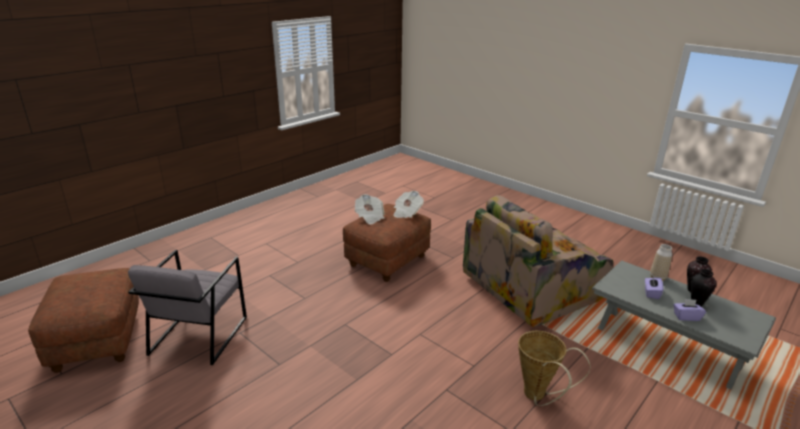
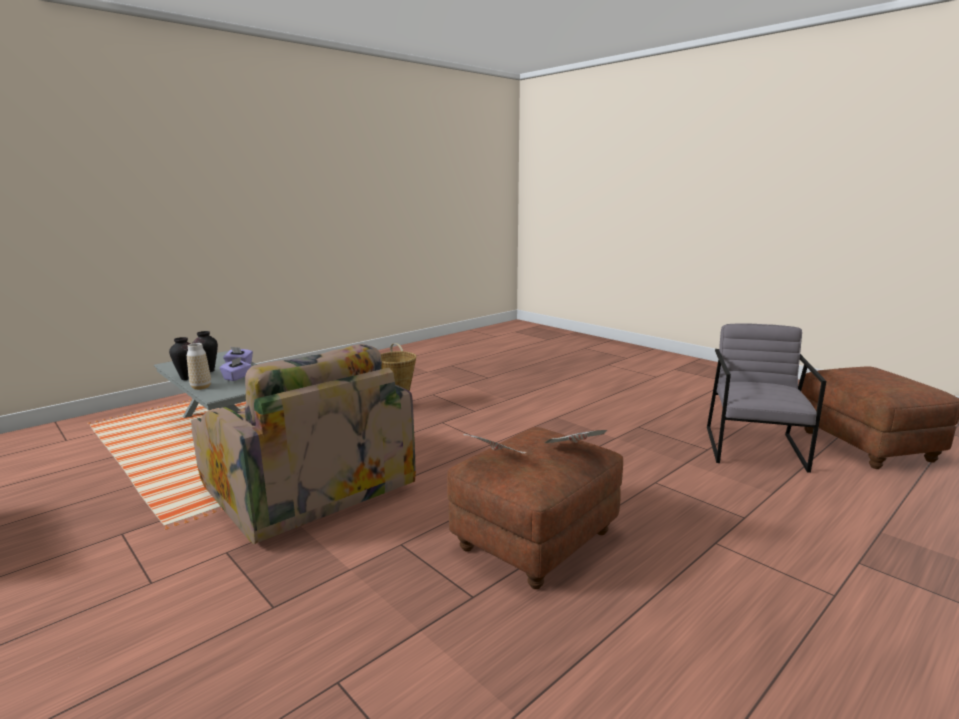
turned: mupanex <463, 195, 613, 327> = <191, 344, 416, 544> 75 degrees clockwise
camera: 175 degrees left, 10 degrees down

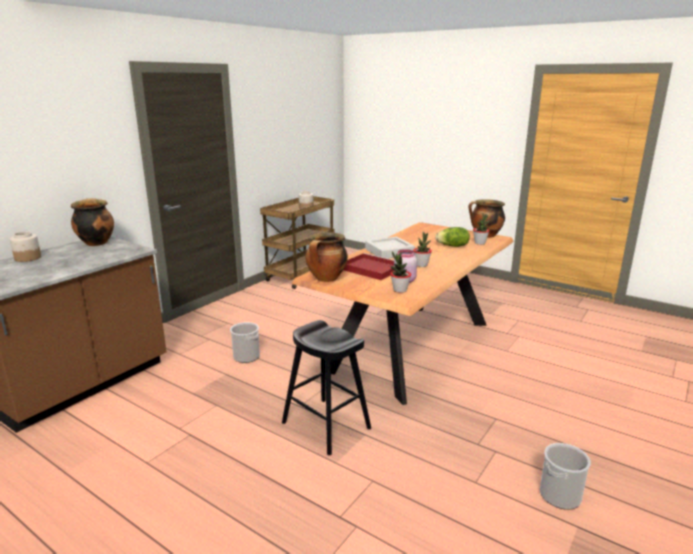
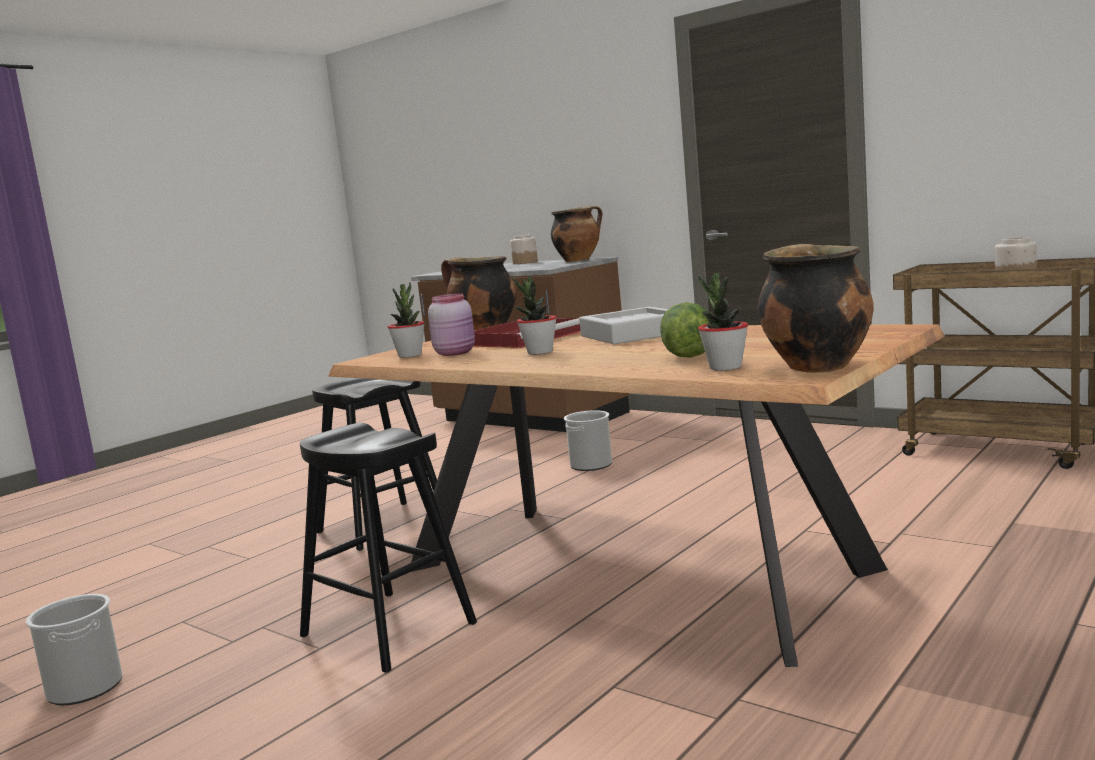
added: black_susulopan <300, 423, 477, 673>
camera: 95 degrees right, 10 degrees down

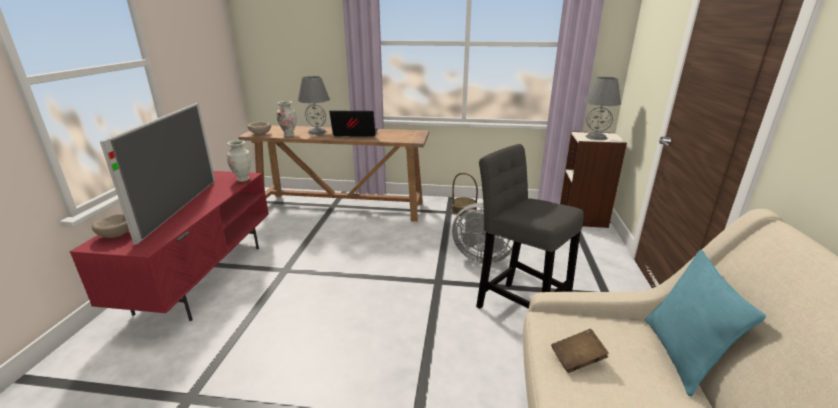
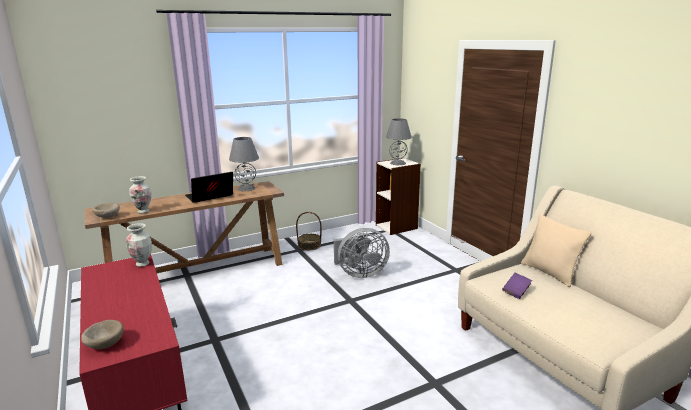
removed: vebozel <100, 103, 215, 245>; grey_susulopan <476, 144, 584, 309>
moved: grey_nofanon <298, 76, 330, 135> to <229, 137, 259, 191>
recoloured: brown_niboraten <551, 329, 609, 373> to purple_niboraten <502, 273, 532, 299>; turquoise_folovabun <645, 250, 766, 397> to beige_folovabun <521, 214, 591, 287>
camera: 35 degrees left, 5 degrees down

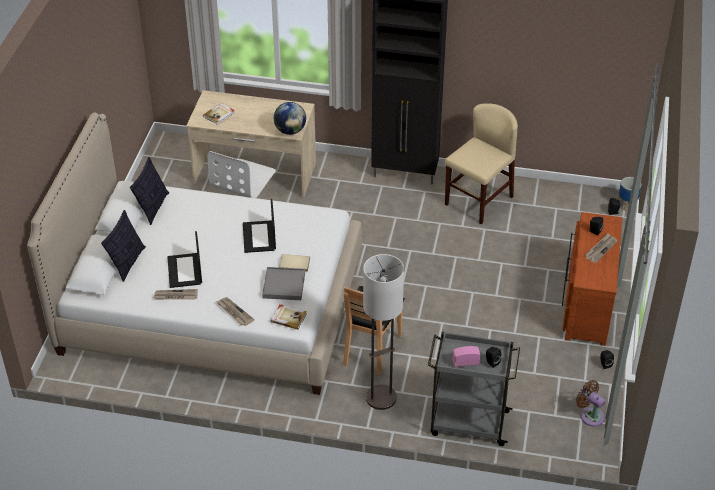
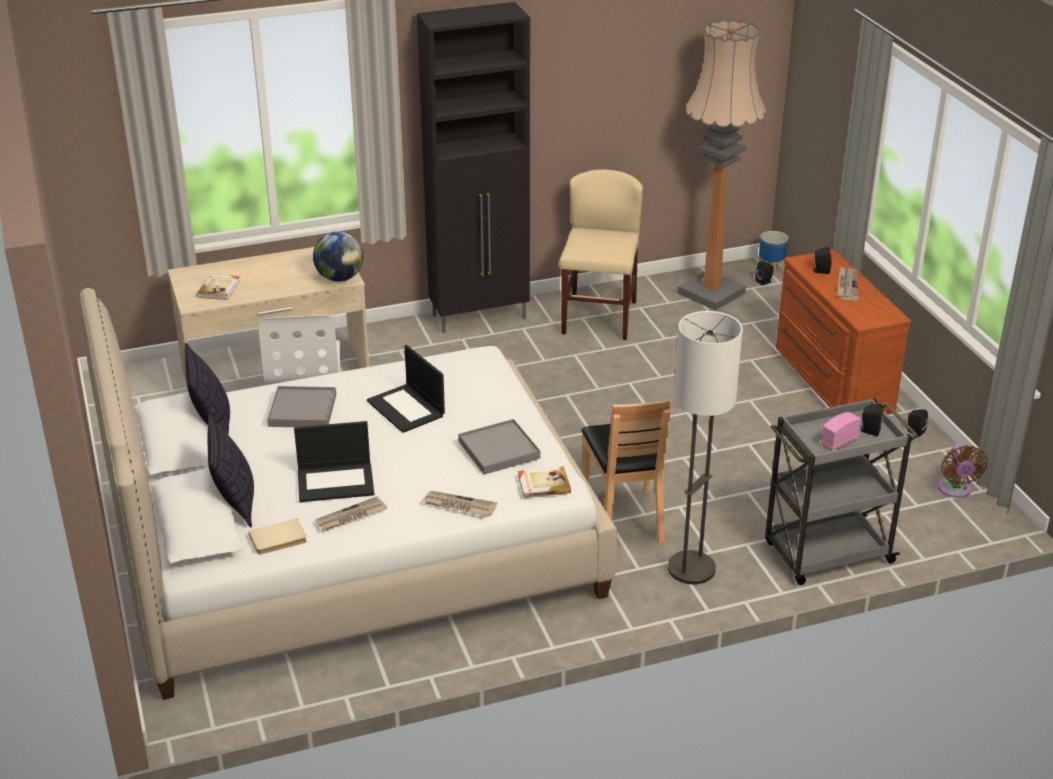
added: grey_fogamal <267, 386, 336, 427>; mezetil <678, 20, 766, 311>
moved: beige_niboraten <279, 254, 310, 272> to <249, 519, 307, 555>
turned: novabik <167, 231, 202, 288> = <294, 421, 374, 502> 60 degrees counterclockwise; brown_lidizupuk <576, 380, 605, 426> = <938, 444, 988, 498> 105 degrees counterclockwise
camera: 30 degrees left, 10 degrees down

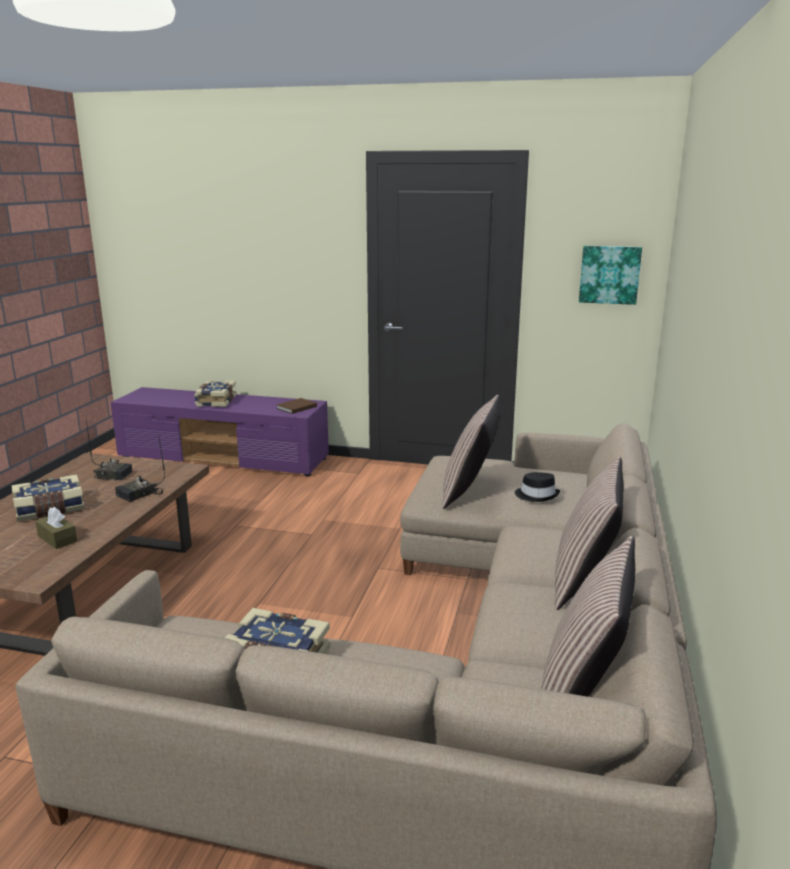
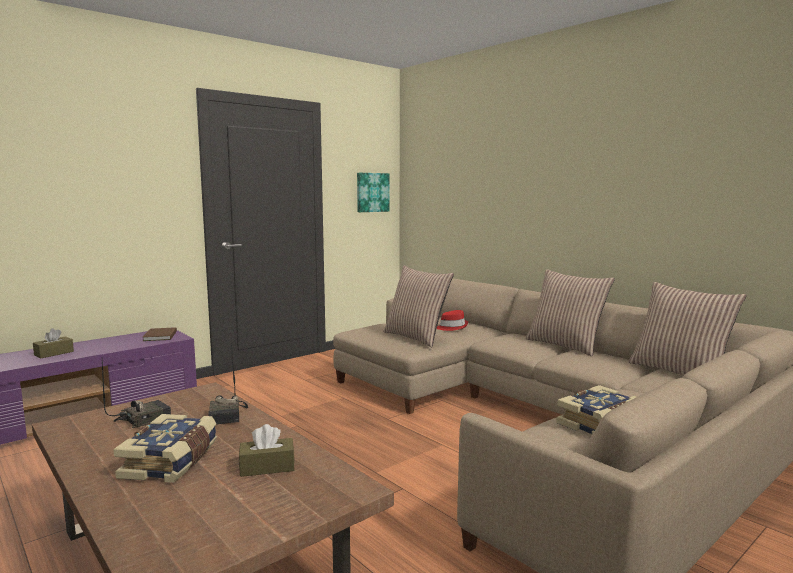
replaced: niboraten <194, 380, 237, 407> to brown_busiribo <33, 328, 74, 358>
recoloured: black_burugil <515, 472, 560, 502> to red_burugil <436, 310, 468, 331>
camera: 55 degrees left, 10 degrees down

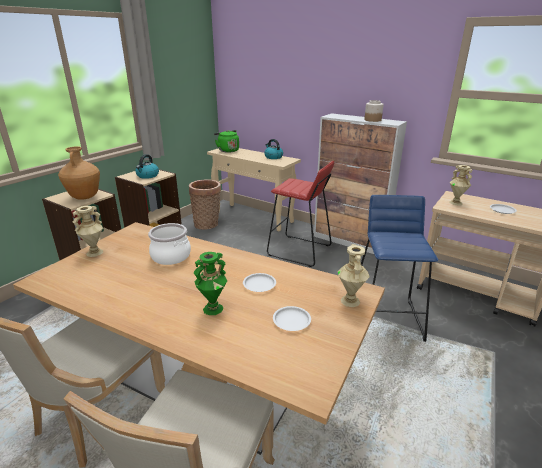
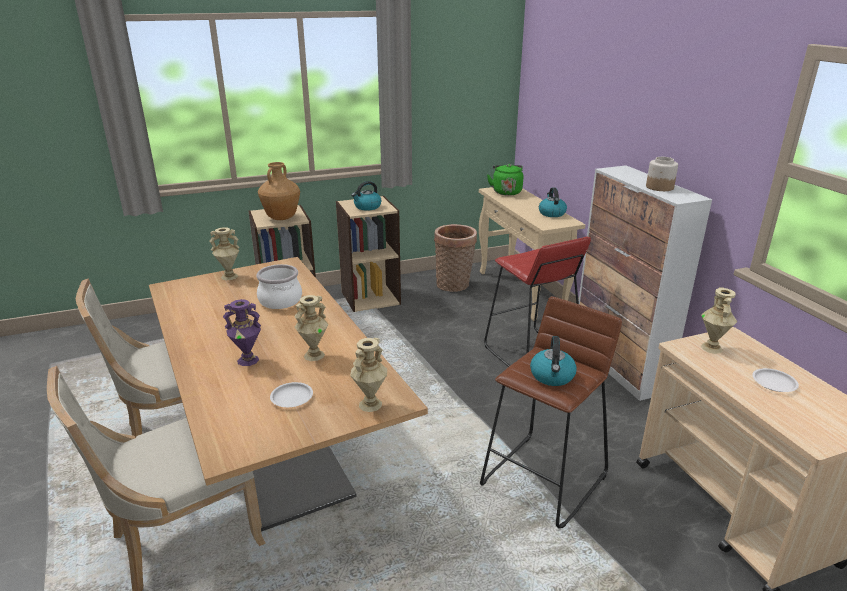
added: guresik <530, 336, 577, 386>
replaced: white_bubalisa <243, 273, 276, 292> to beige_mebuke <295, 295, 328, 361>
recoloured: green_mebuke <194, 252, 227, 315> to purple_mebuke <223, 299, 261, 366>; blue_susulopan <361, 195, 438, 342> to brown_susulopan <480, 296, 622, 528>
camera: 35 degrees right, 0 degrees up

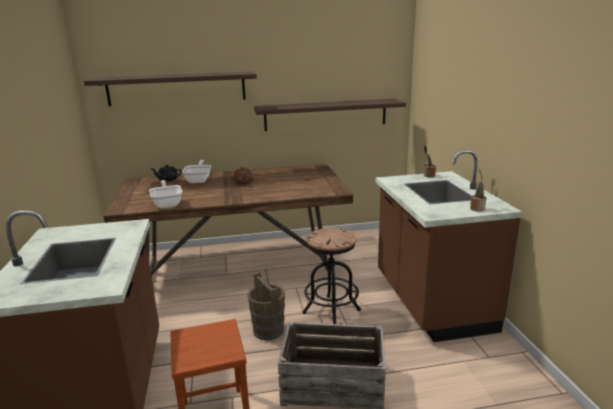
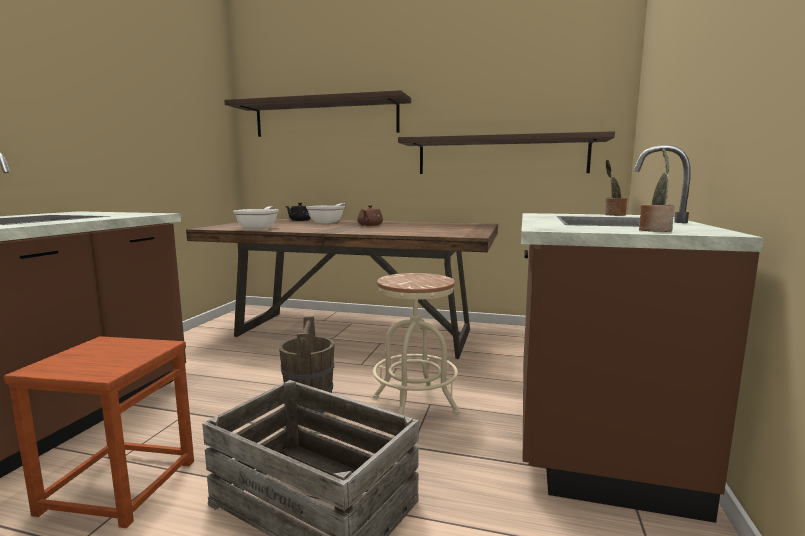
recoloured: black_susulopan <303, 228, 361, 324> to beige_susulopan <373, 273, 460, 415>
camera: 25 degrees right, 10 degrees down

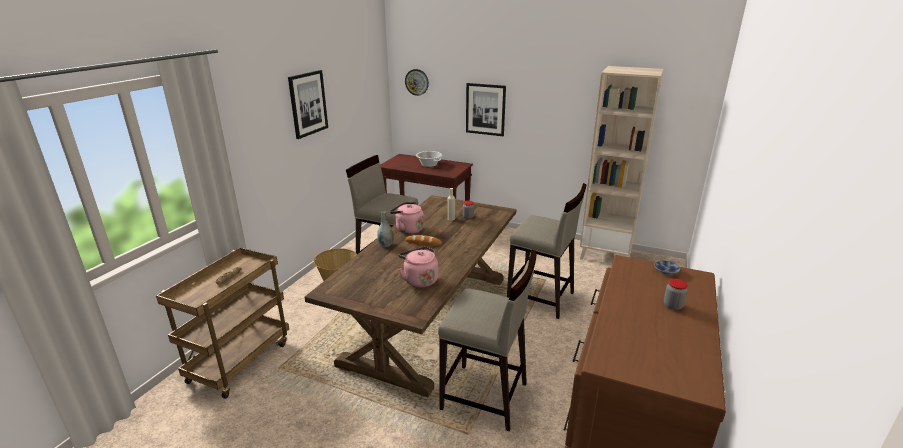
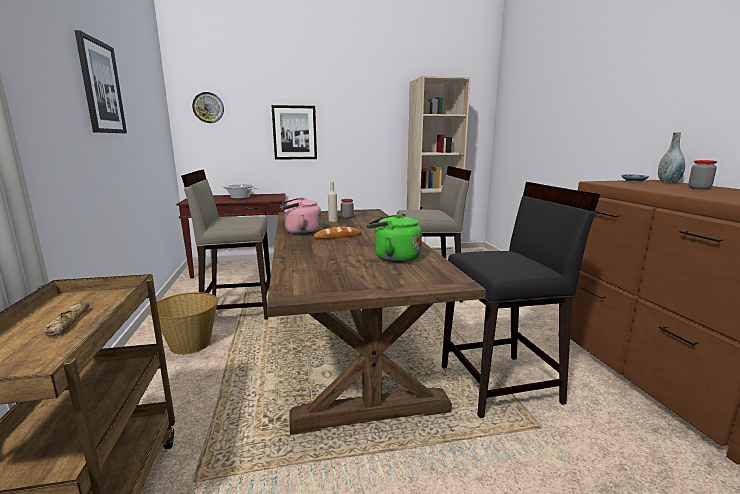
moved: grey_mebuke <377, 211, 394, 247> to <658, 132, 685, 183>
recoloured: pink_guresik <398, 246, 438, 288> to green_guresik <367, 213, 422, 263>; beige_susulopan <438, 250, 537, 431> to black_susulopan <442, 182, 600, 418>
camera: 35 degrees left, 10 degrees down

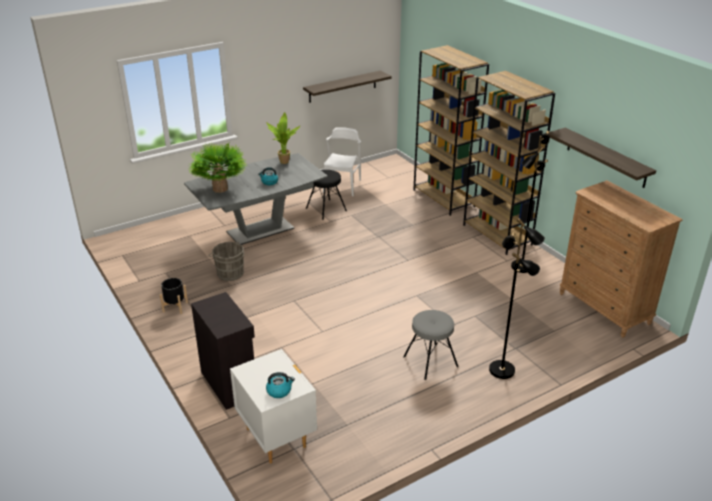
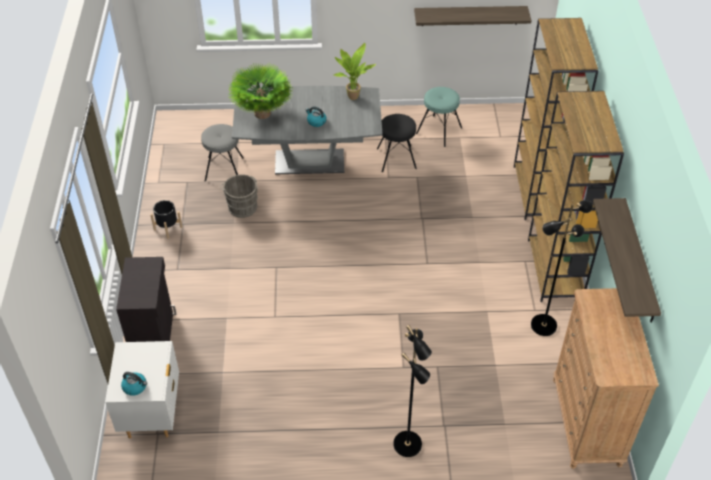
moved: grey_susulopan <403, 310, 458, 380> to <201, 124, 243, 182>
replaced: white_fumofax <323, 127, 361, 196> to turquoise_susulopan <416, 87, 462, 147>
camera: 30 degrees right, 15 degrees up

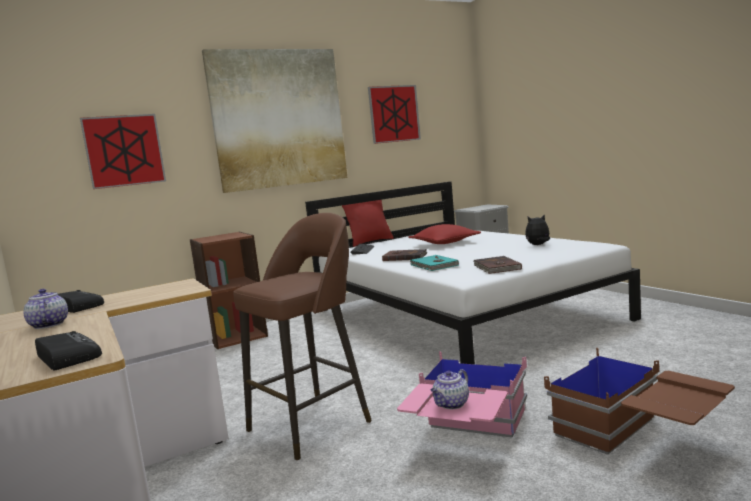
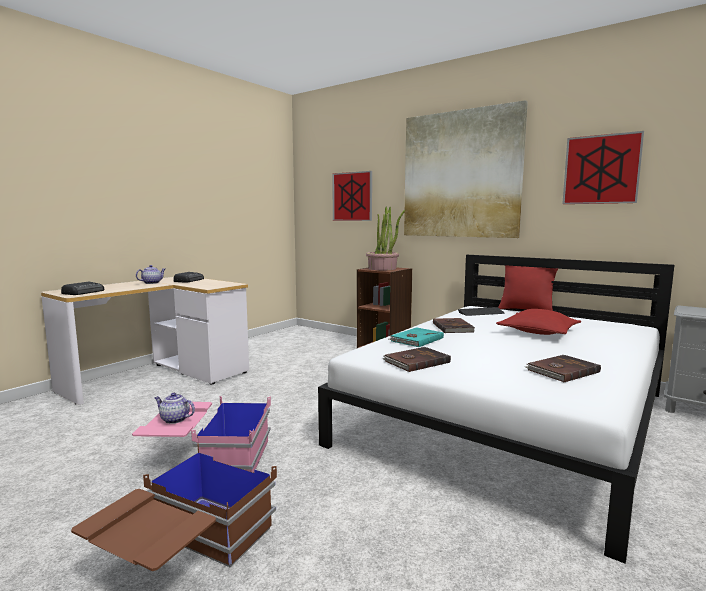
removed: brown_susulopan <233, 213, 372, 460>
added: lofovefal <366, 207, 405, 270>
replaced: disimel <525, 214, 550, 245> to brown_niboraten <525, 355, 601, 382>
camera: 65 degrees right, 0 degrees up

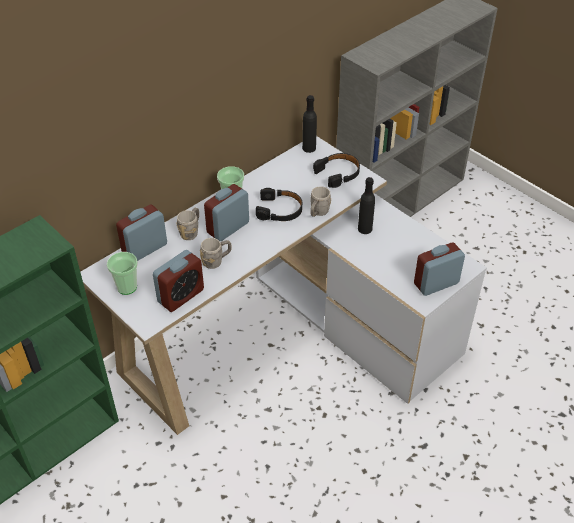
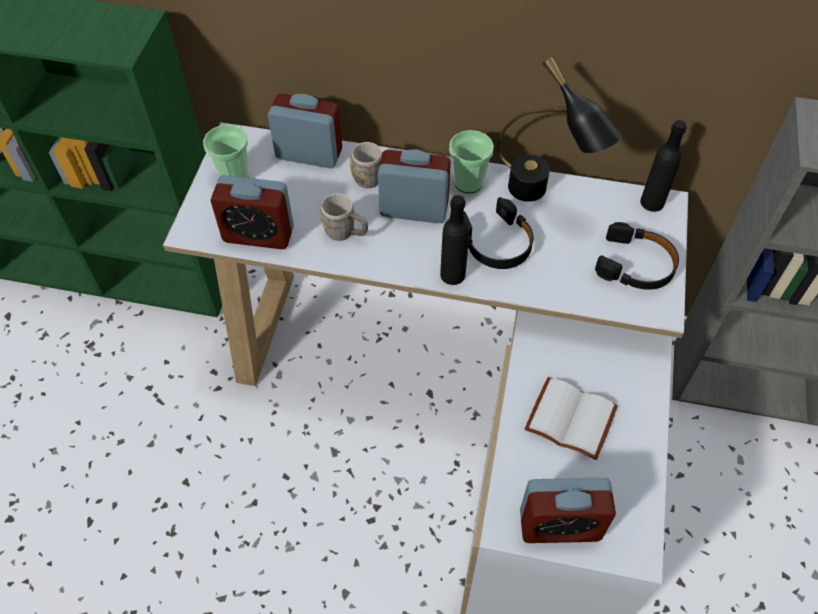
removed: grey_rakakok <311, 186, 332, 217>
added: black_nofanon <497, 56, 622, 202>; white_niboraten <524, 377, 618, 460>
moved: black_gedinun <358, 177, 375, 234> to <440, 195, 469, 285>
turned: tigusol <414, 242, 465, 296> = <520, 478, 616, 543> 150 degrees clockwise
camera: 55 degrees right, 10 degrees up

